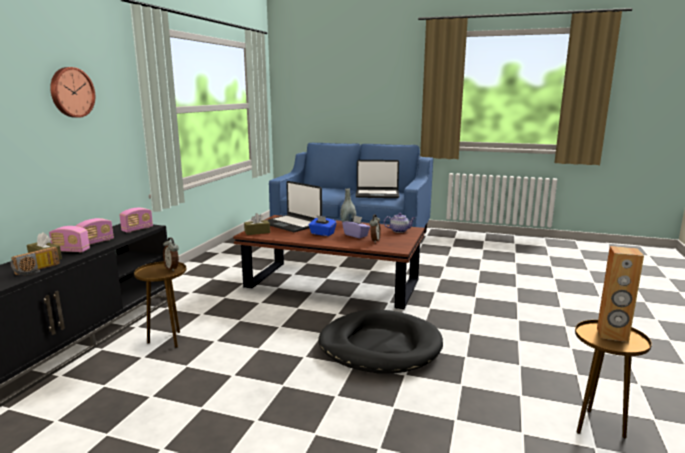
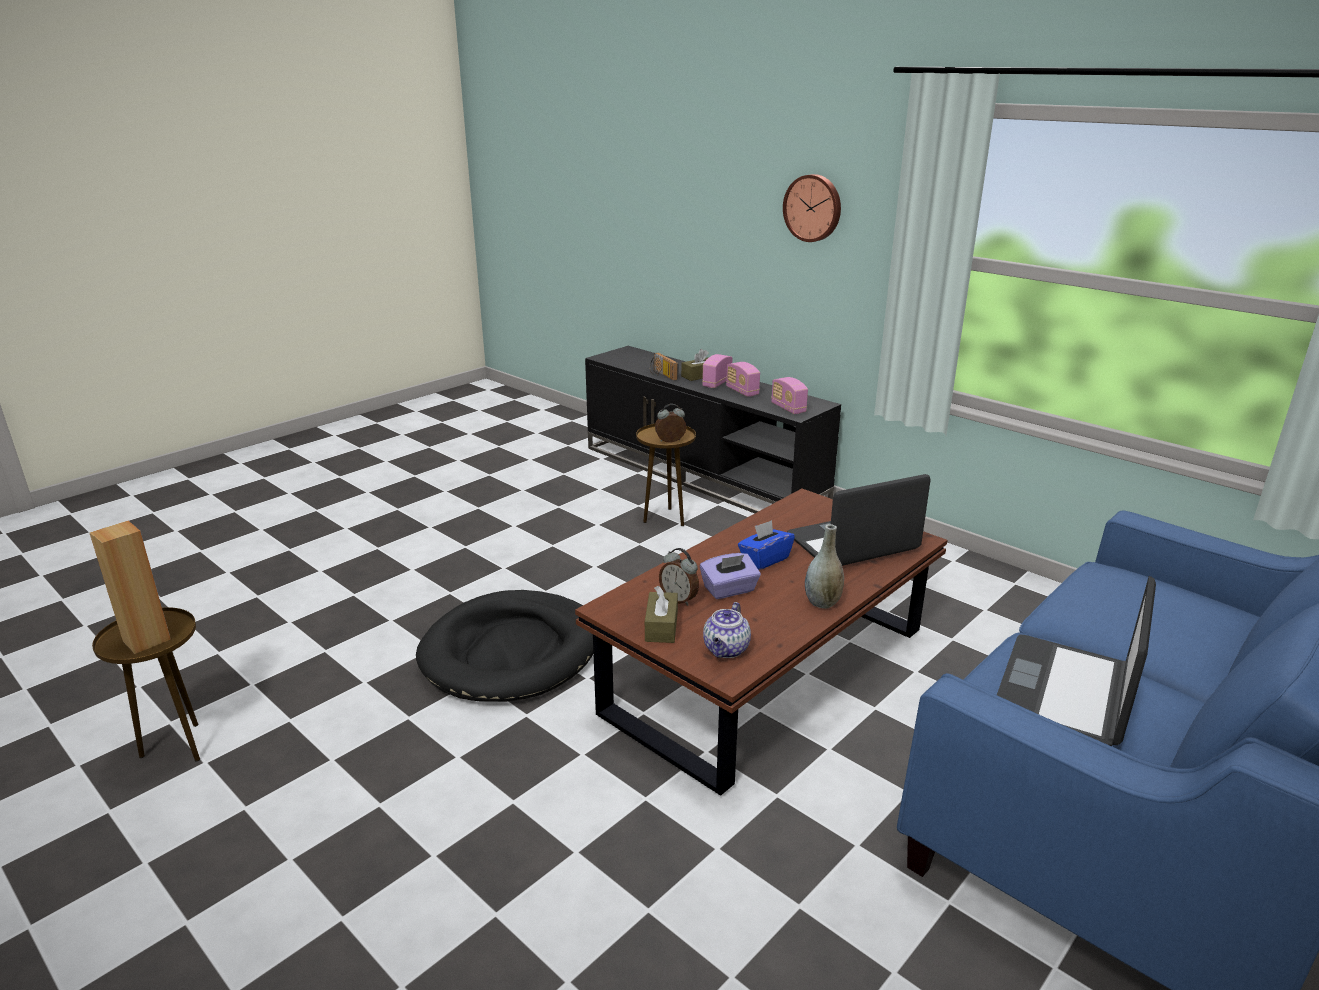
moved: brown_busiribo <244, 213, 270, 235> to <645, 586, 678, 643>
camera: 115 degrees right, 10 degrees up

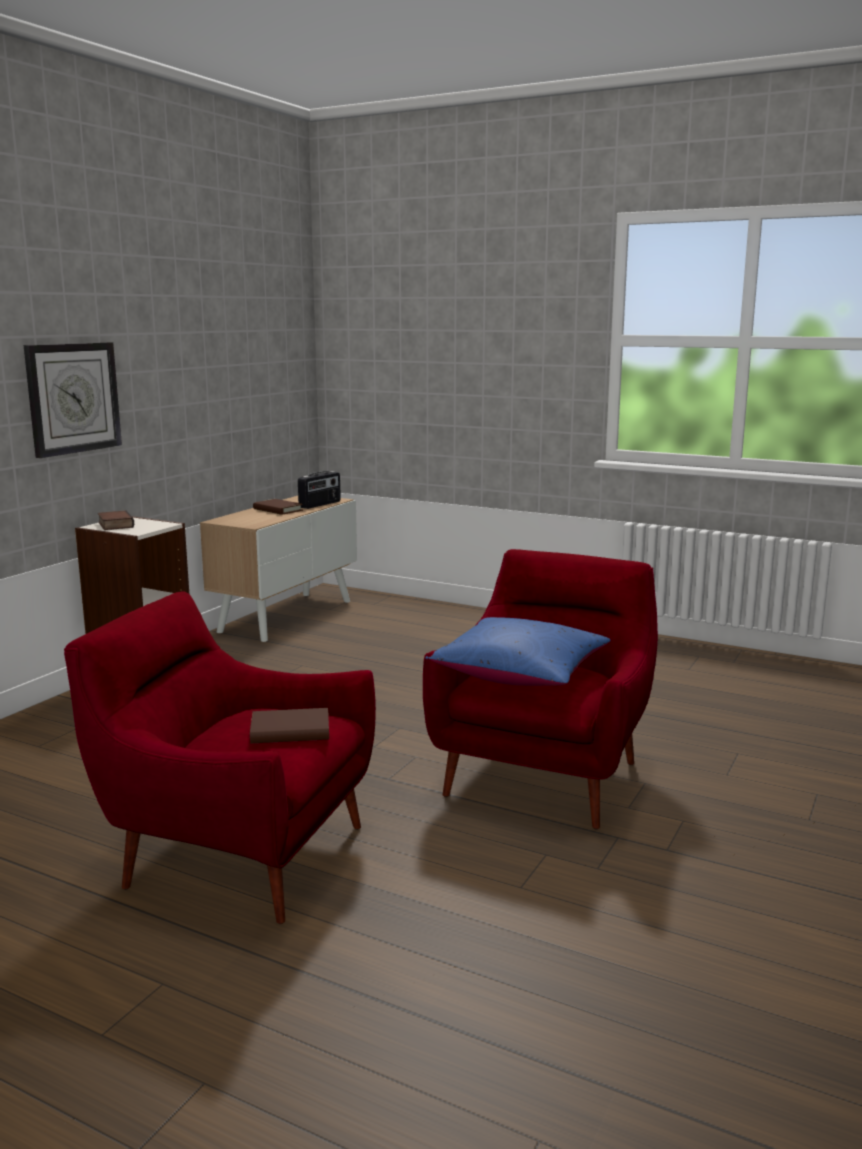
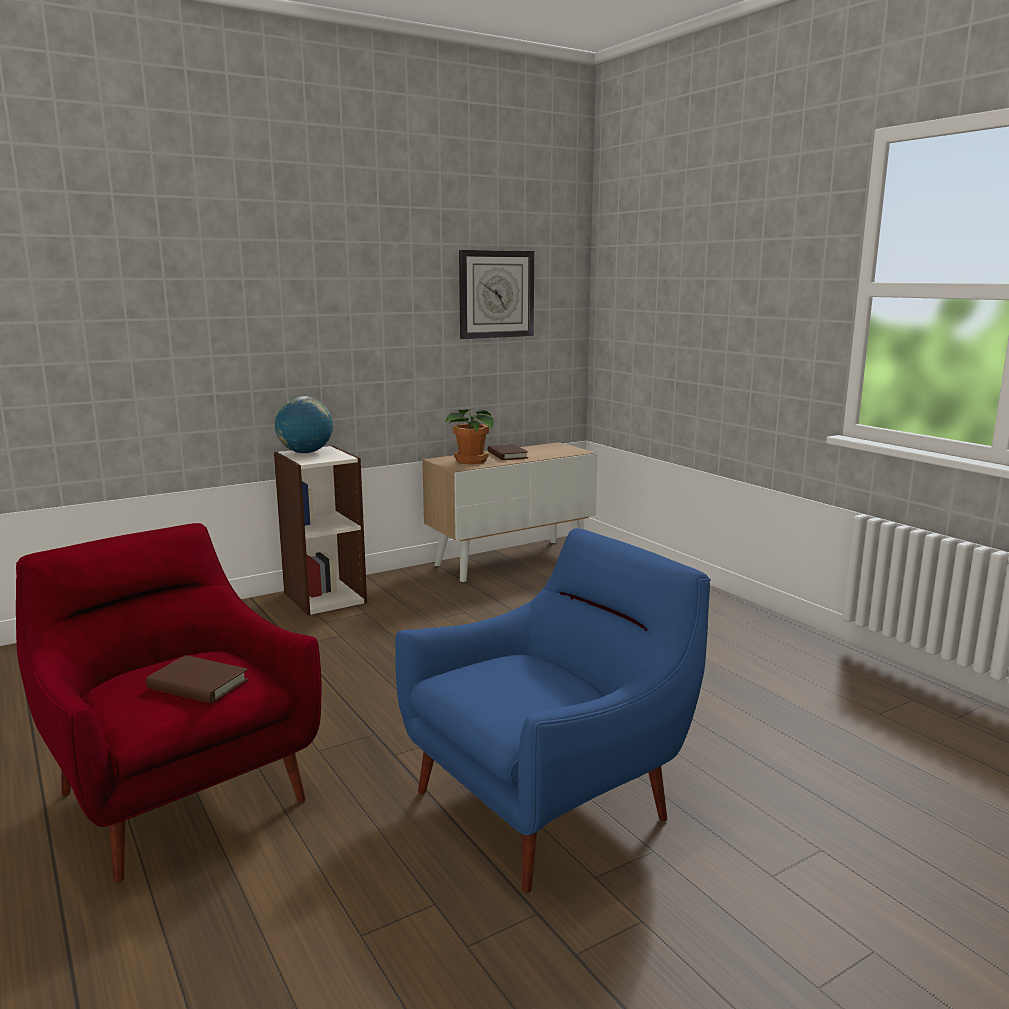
removed: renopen <298, 471, 341, 509>; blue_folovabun <425, 617, 611, 686>
added: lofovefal <445, 409, 494, 464>
moved: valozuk <24, 342, 122, 458> to <459, 250, 534, 339>
replaced: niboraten <98, 510, 134, 530> to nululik <275, 396, 333, 453>
recoloured: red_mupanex <423, 549, 658, 829> to blue_mupanex <395, 528, 711, 893>
camera: 30 degrees right, 0 degrees up

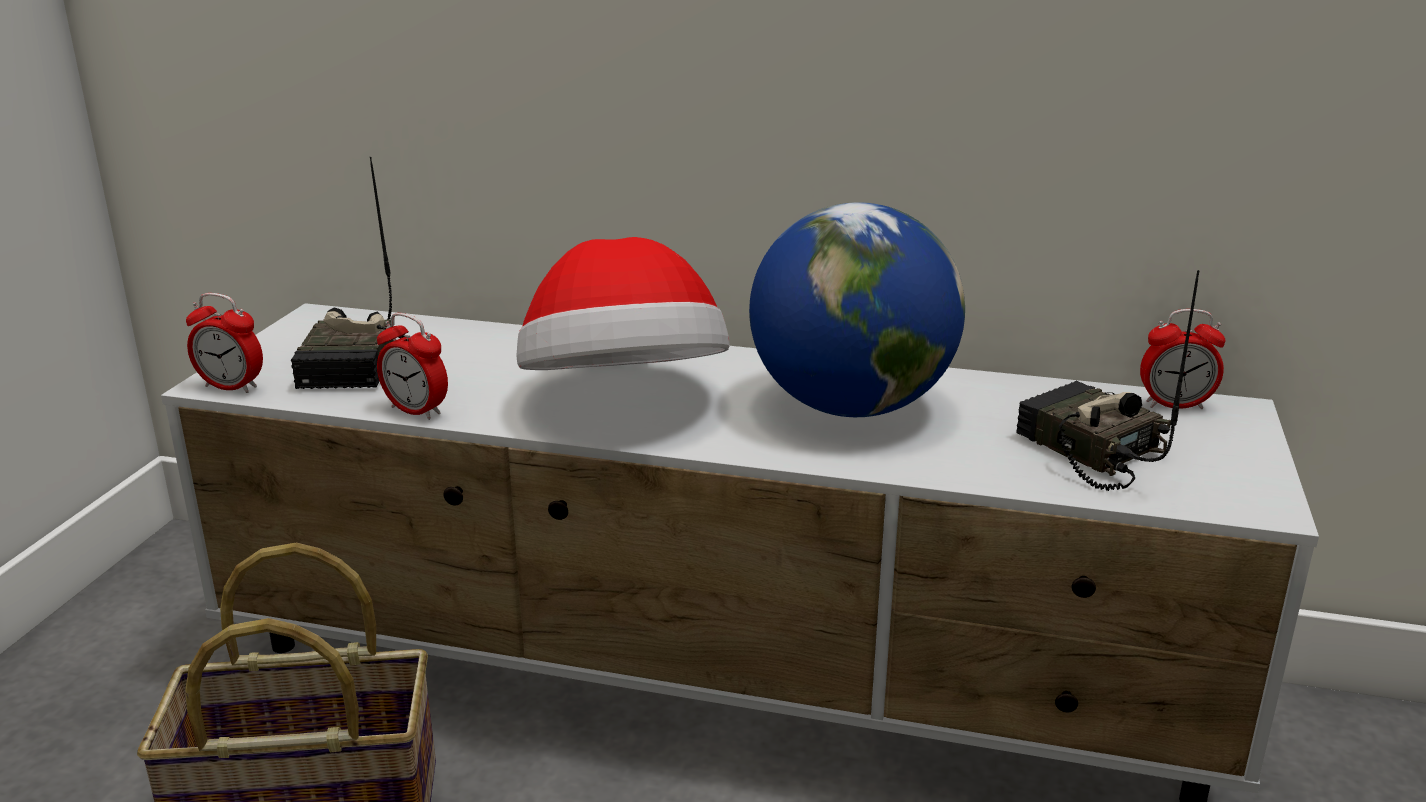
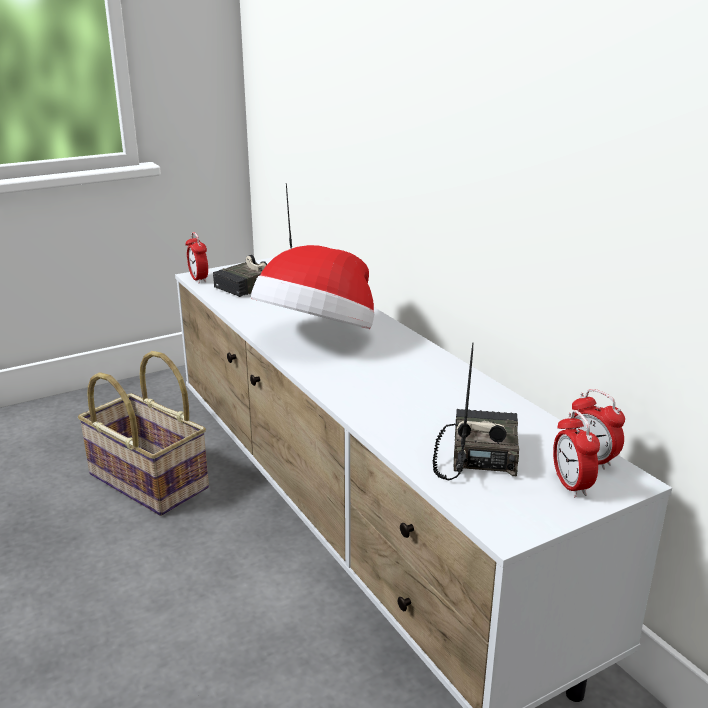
removed: nululik <749, 202, 965, 417>
moved: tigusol <377, 313, 448, 420> to <553, 410, 600, 497>
camera: 45 degrees right, 0 degrees up

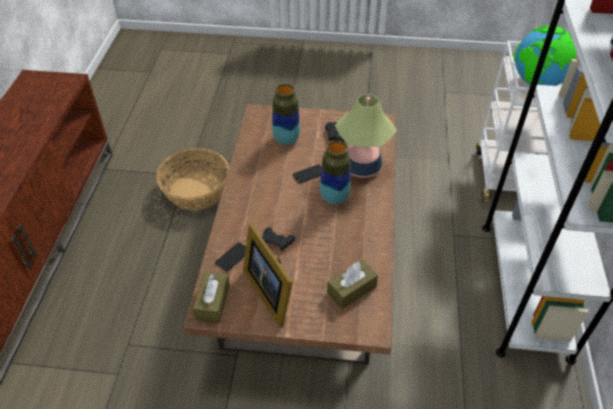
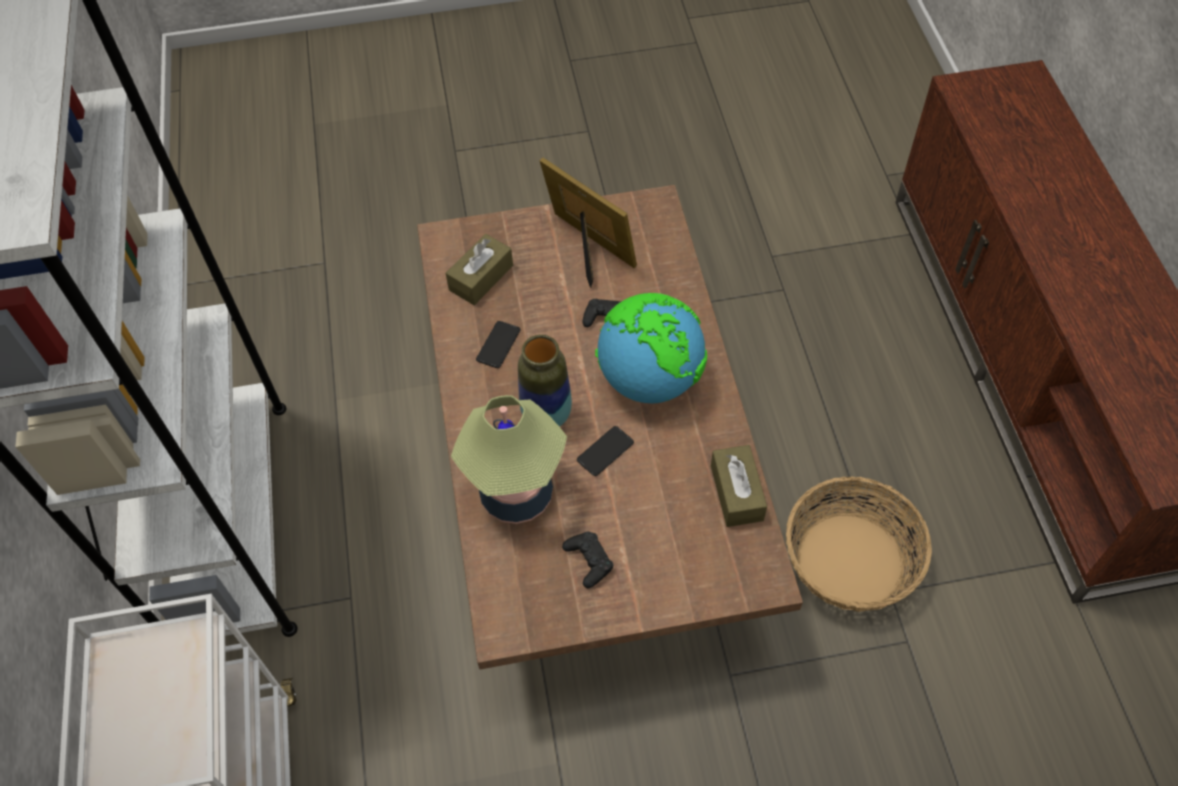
removed: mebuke <272, 84, 300, 145>
moved: brown_busiribo <193, 271, 230, 323> to <711, 445, 767, 527>; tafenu <215, 242, 246, 272> to <476, 321, 521, 368>; nululik <514, 26, 577, 86> to <595, 293, 707, 403>
camera: 165 degrees right, 10 degrees up

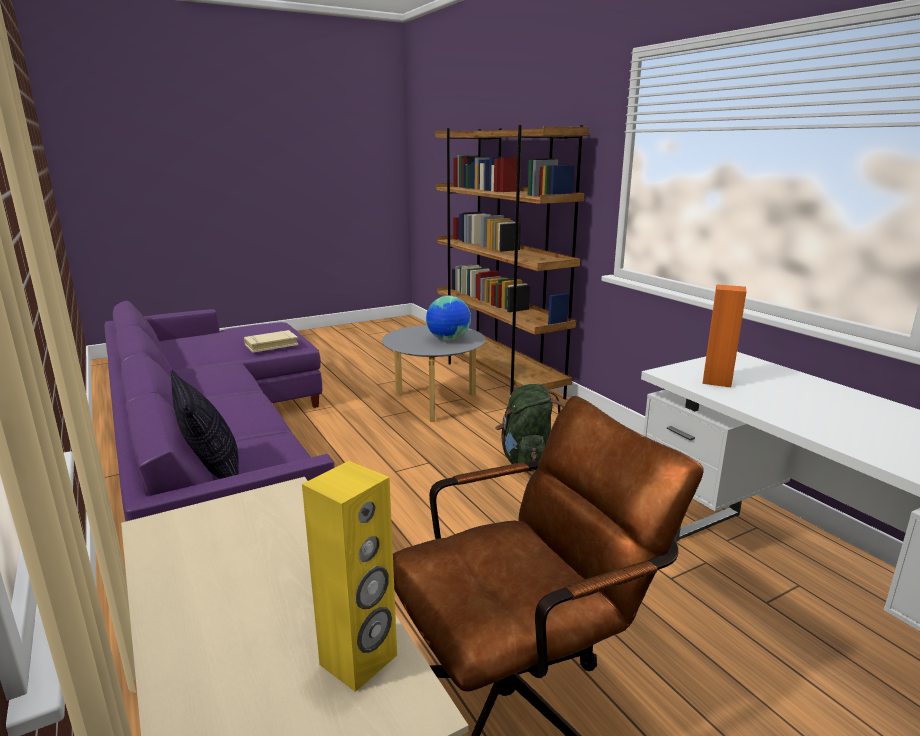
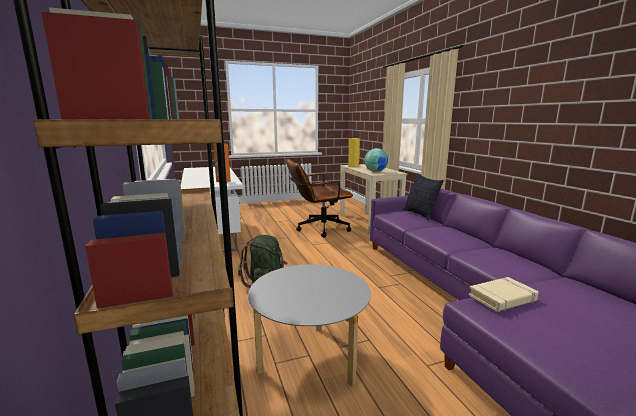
moved: nululik <426, 296, 471, 341> to <364, 148, 388, 172>
camera: 170 degrees left, 5 degrees down

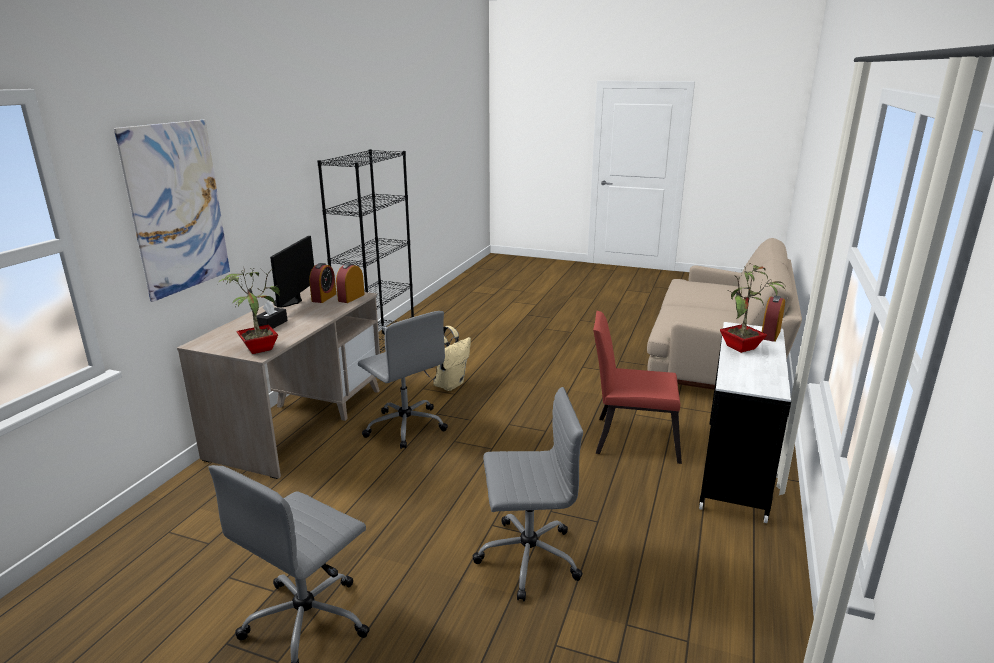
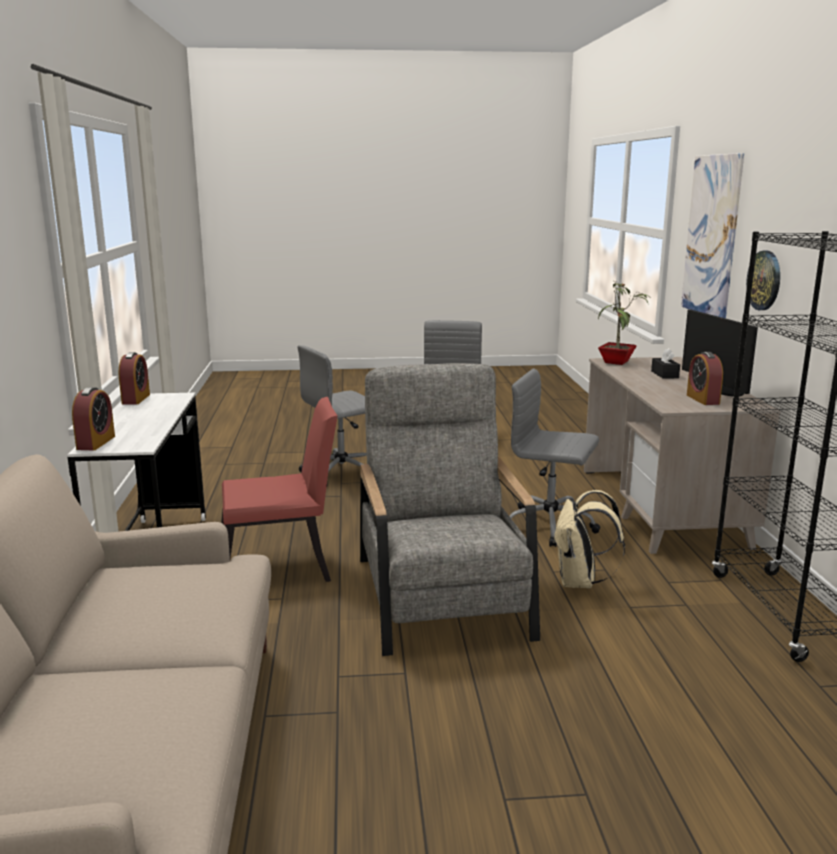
removed: lofovefal <720, 262, 786, 353>
added: grey_mupanex <360, 363, 540, 656>; valozuk <746, 251, 780, 310>
moved: tigusol <336, 263, 365, 303> to <119, 352, 150, 404>
camera: 155 degrees right, 5 degrees down

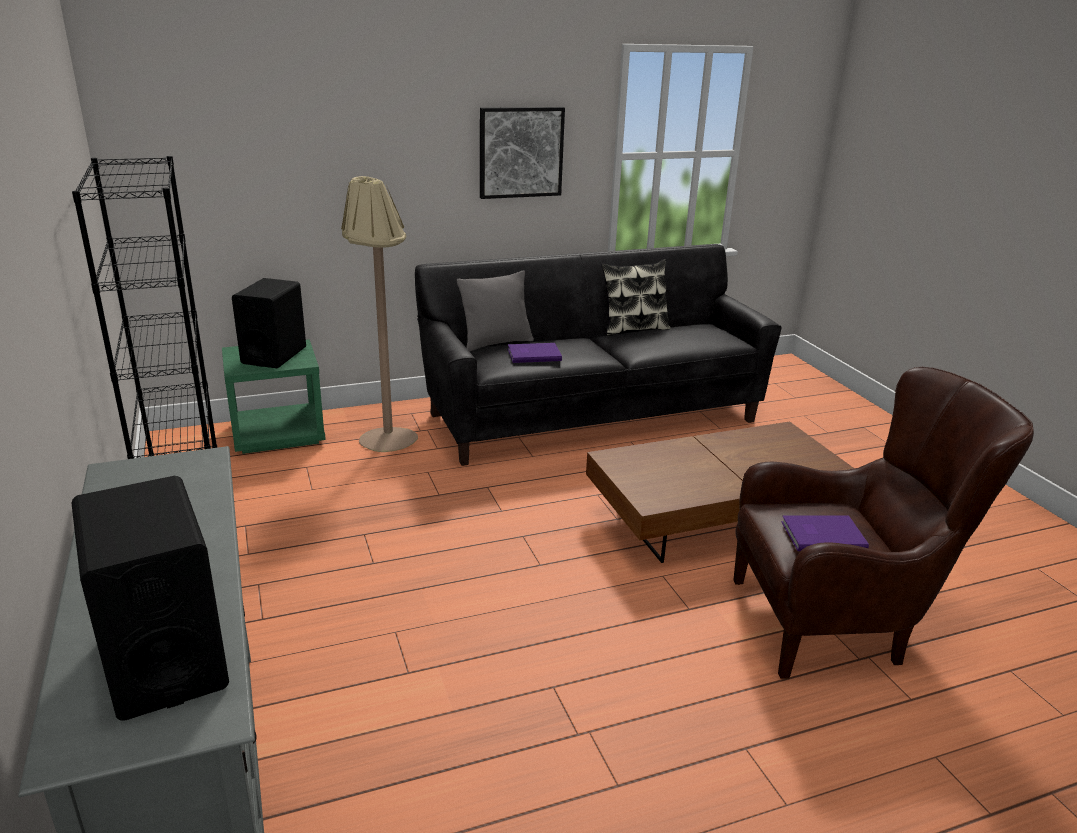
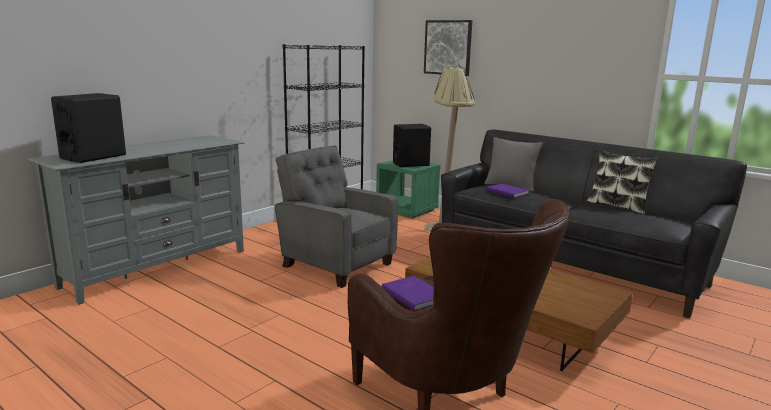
added: grey_mupanex <275, 145, 398, 288>
moved: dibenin <480, 107, 565, 199> to <424, 20, 472, 76>
camera: 60 degrees right, 10 degrees down

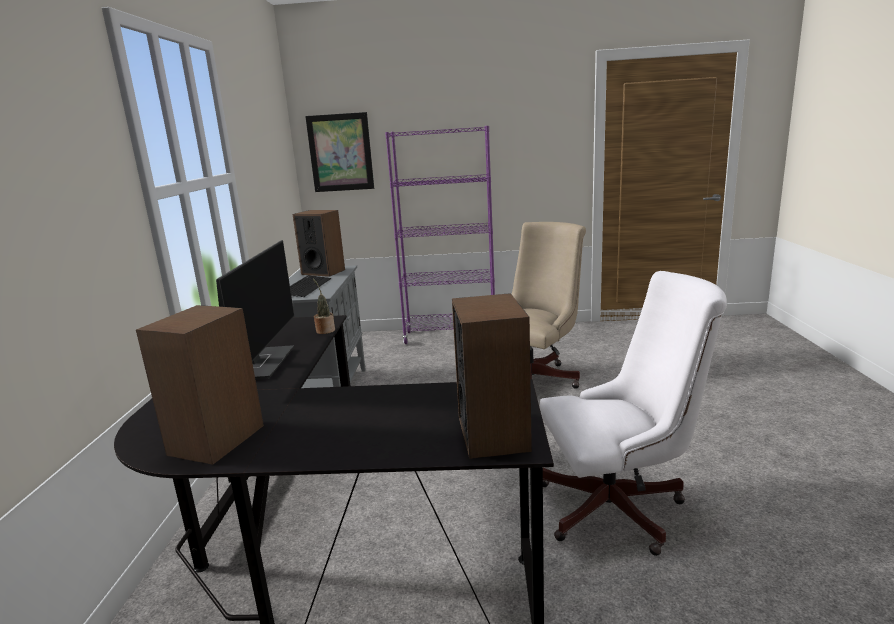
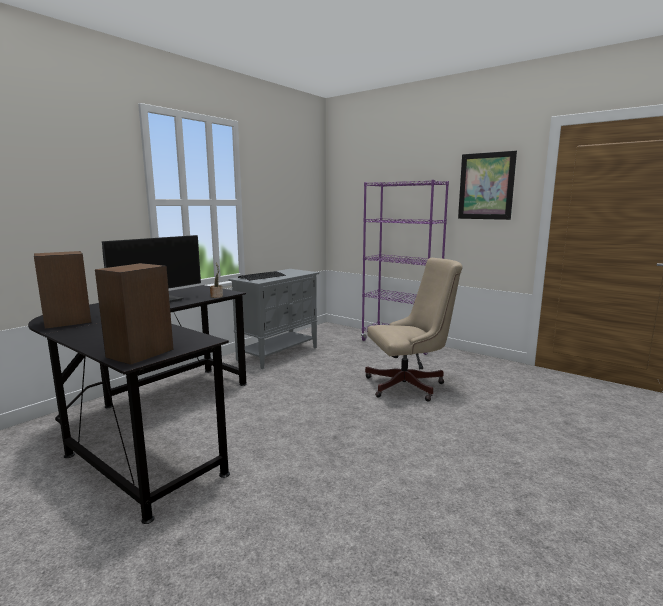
removed: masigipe <293, 210, 345, 277>; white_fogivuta <540, 271, 727, 556>
moved: dibenin <305, 112, 374, 192> to <458, 151, 517, 220>
camera: 35 degrees right, 5 degrees down

